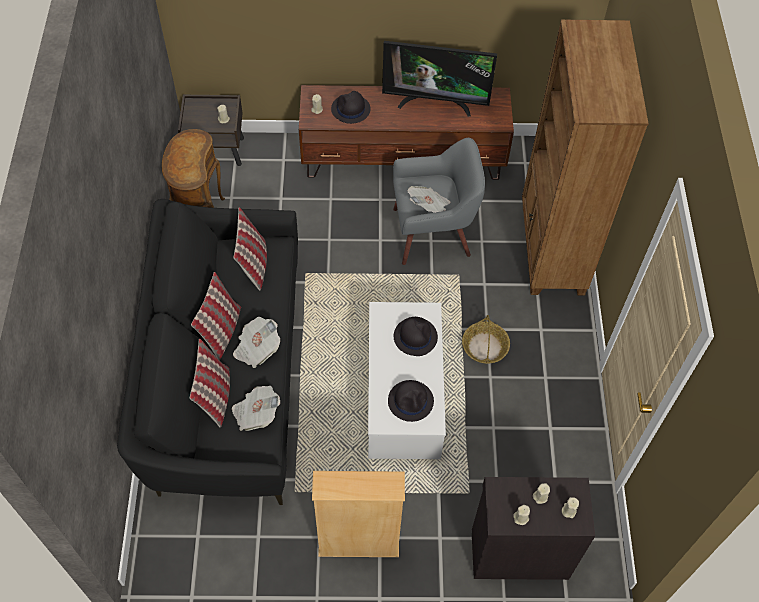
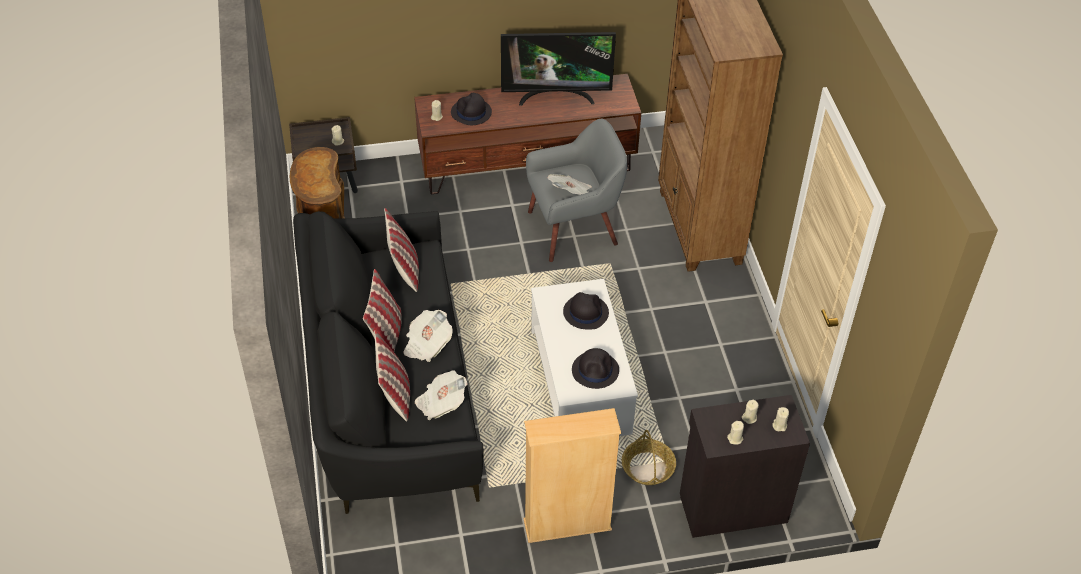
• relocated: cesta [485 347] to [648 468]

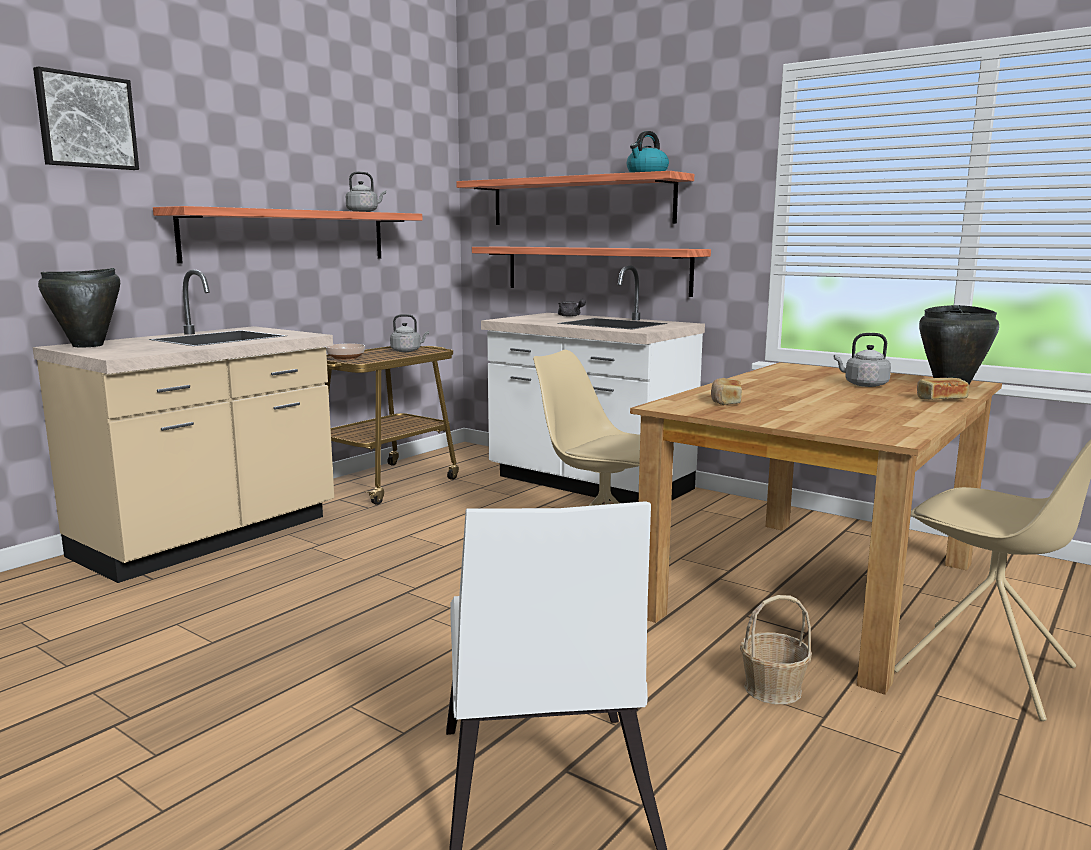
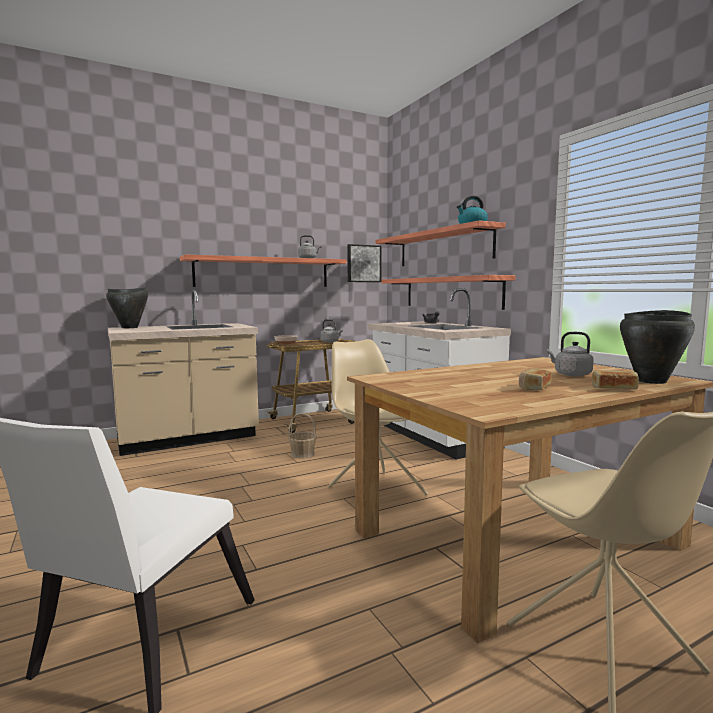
• relocated: cuadro [86 121] to [363 263]
• relocated: pan [725 401] to [533 388]
• relocated: cesta [772 689] to [302 454]

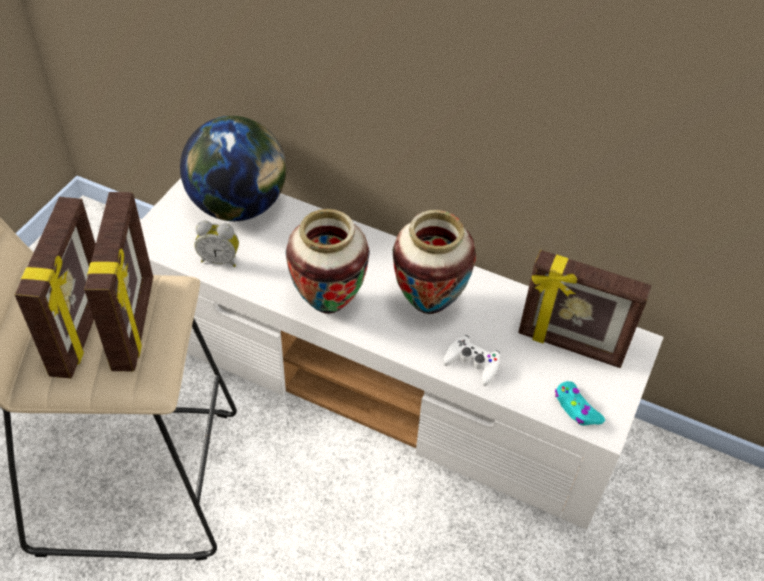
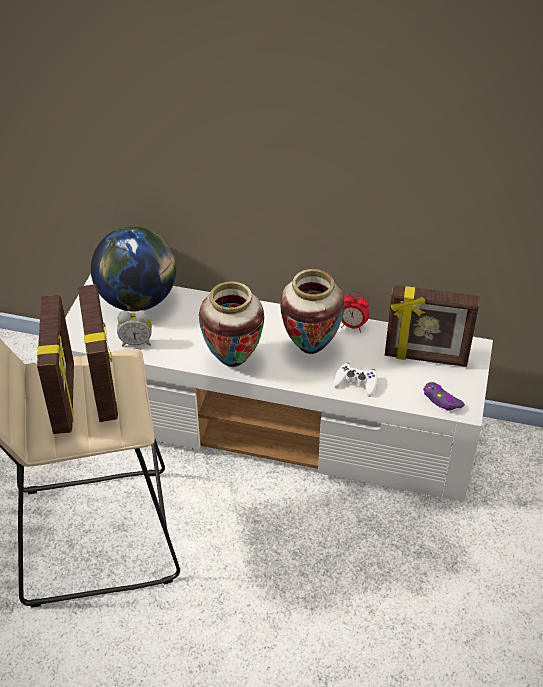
• colour: mando de consola [turquesa] [576 408] to mando de consola [morado] [441 400]
• appeared: despertador [352 326]

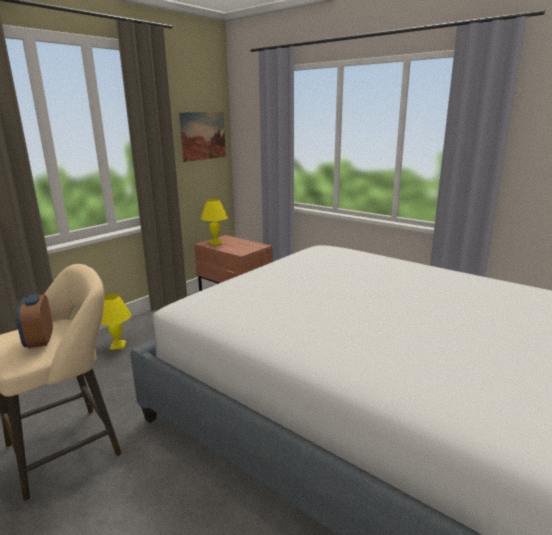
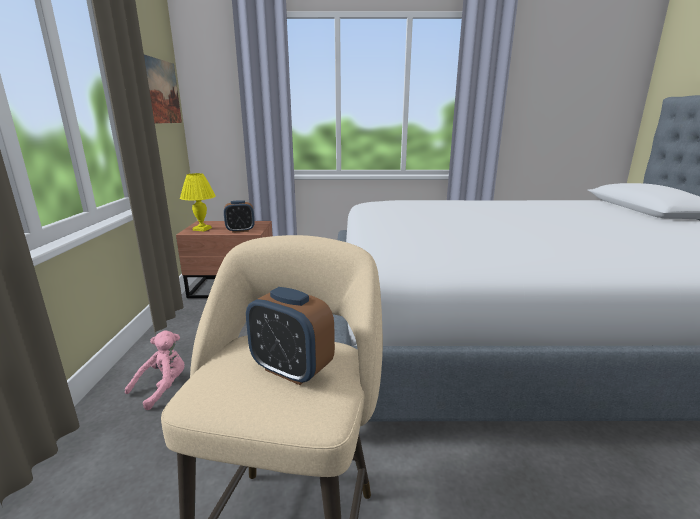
• exchanged: lámpara de mesa [amarillo] [118 346] to peluche [rosa] [163 387]
• appeared: despertador [240 230]

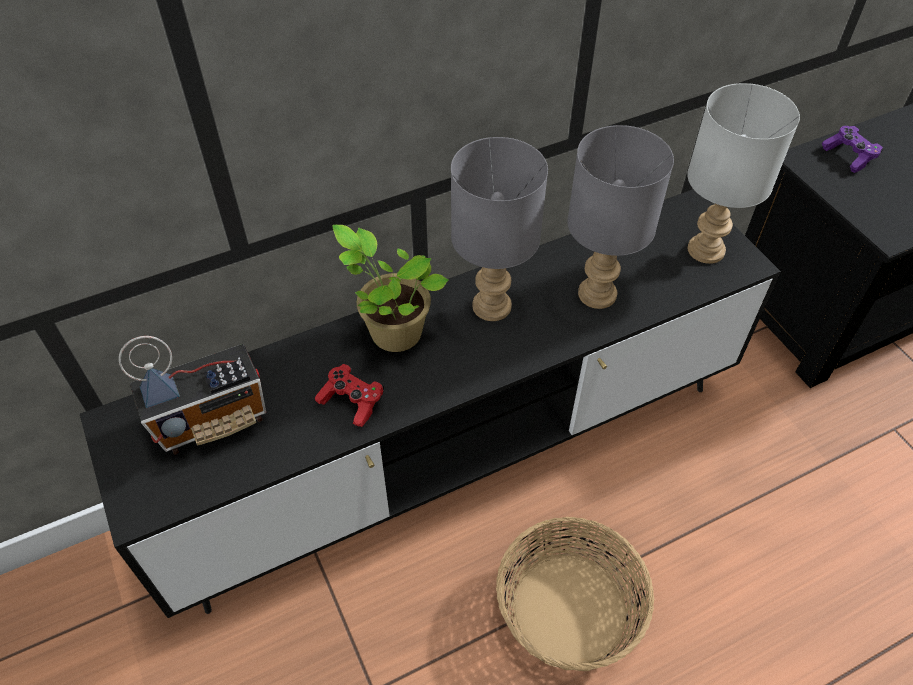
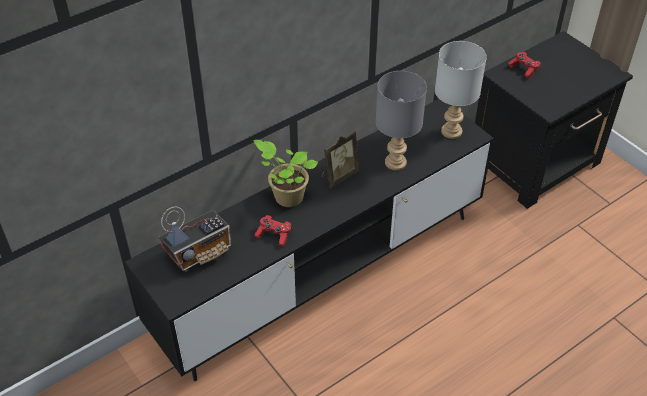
• exchanged: lámpara de mesa [gris] [492 305] to portarretratos [338 176]
• missing: cesta [570 608]
• colour: mando de consola [morado] [849 156] to mando de consola [rojo] [524 69]

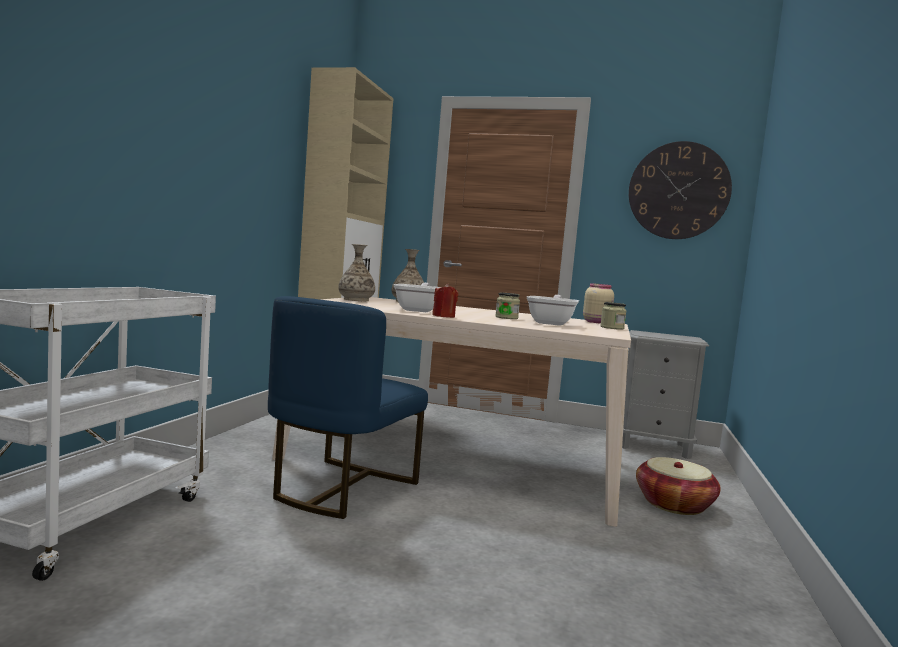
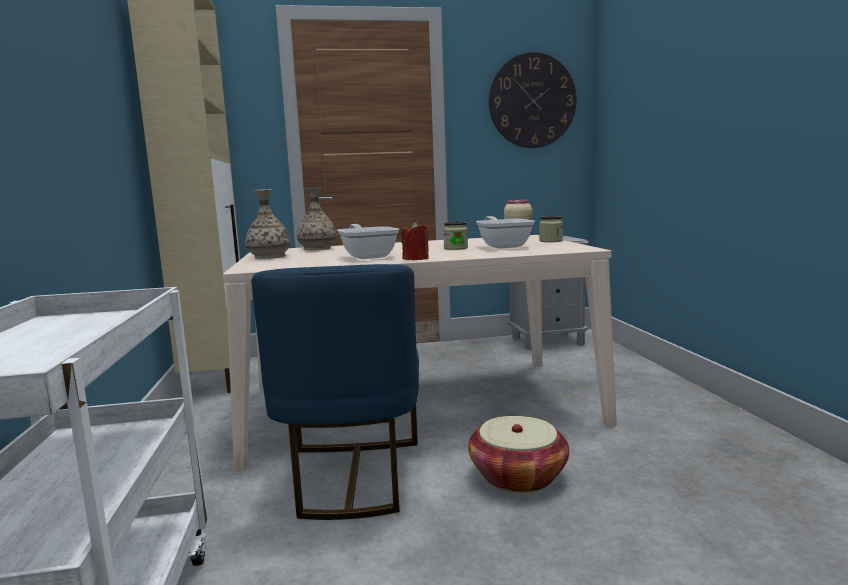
• relocated: cesta [674 504] to [518 476]

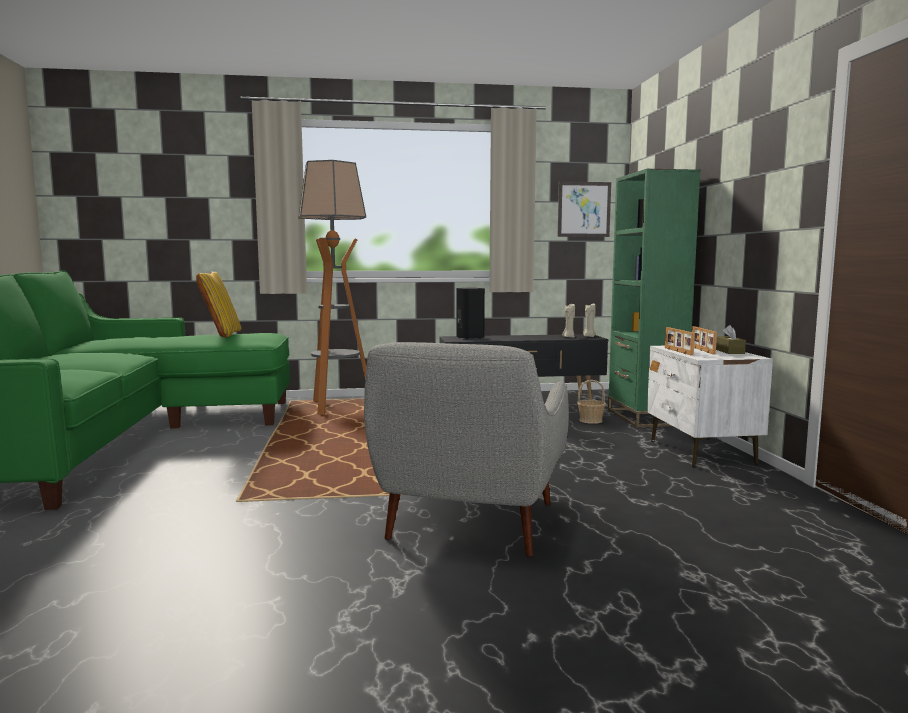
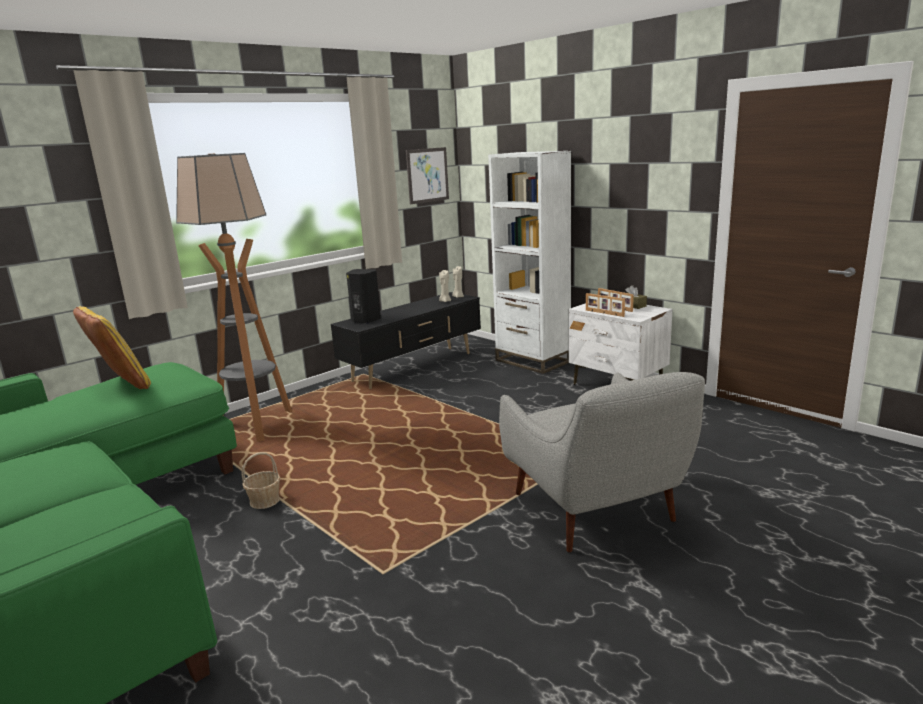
• relocated: cesta [591 420] to [265 501]
• colour: estantería [verde] [645 417] to estantería [blanco] [532 361]

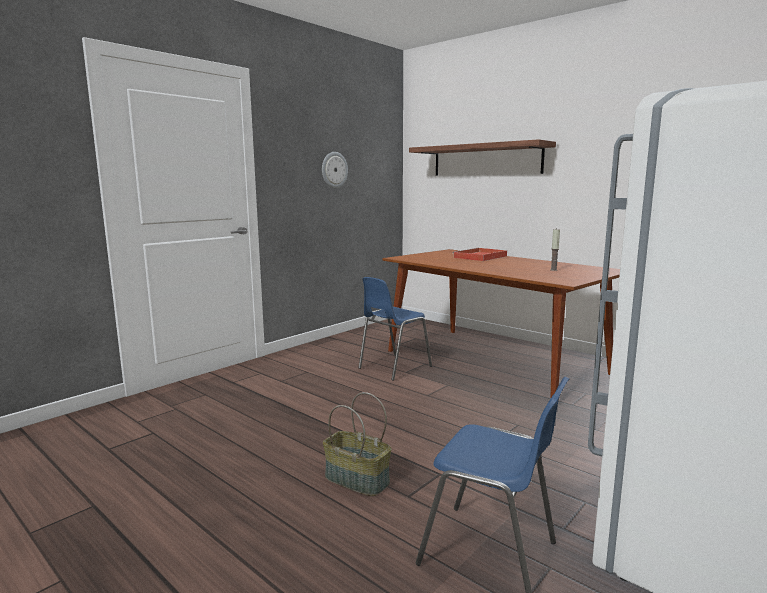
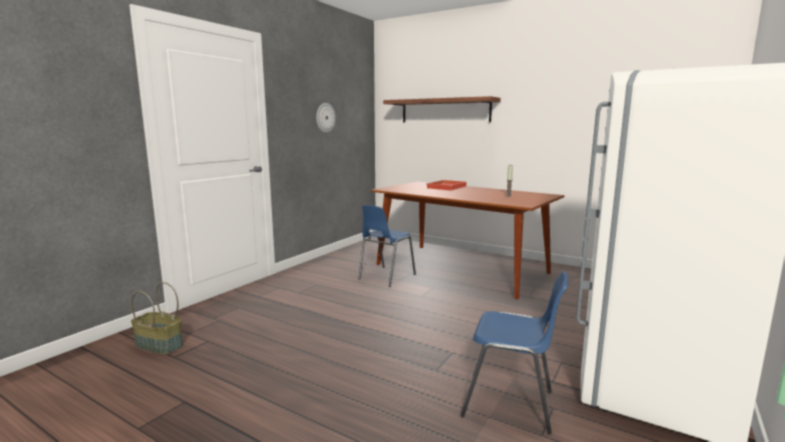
• relocated: cesta [356 480] to [158 346]

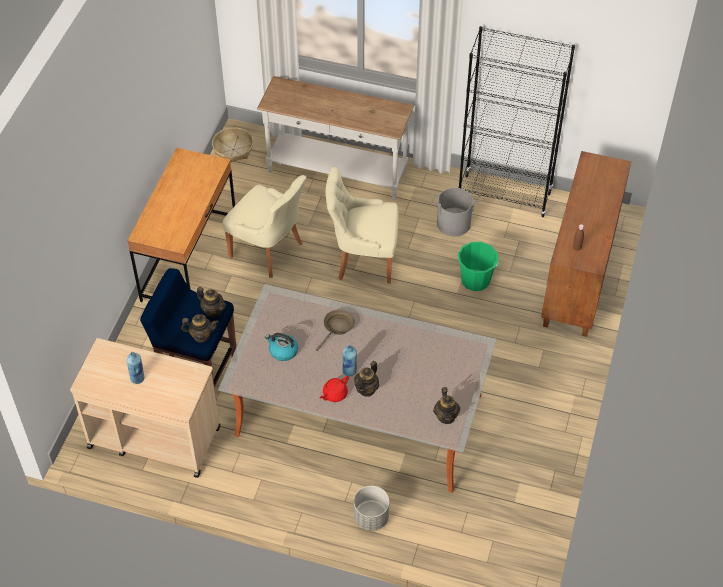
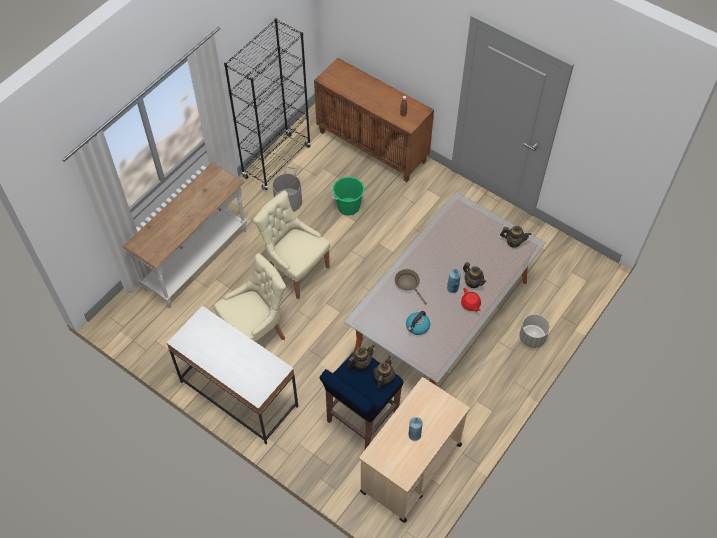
• colour: escritorio [marrón] [190 261] to escritorio [blanco] [239 394]
• missing: cesta [233 149]
• spun: silla [beis] [363 259] = [295 270] 105 degrees clockwise

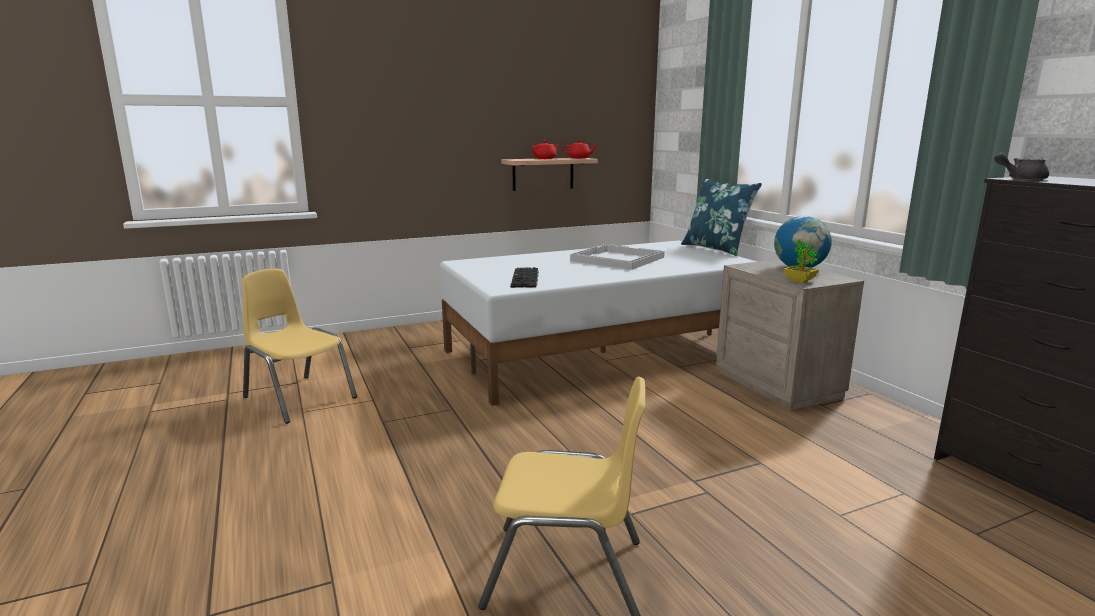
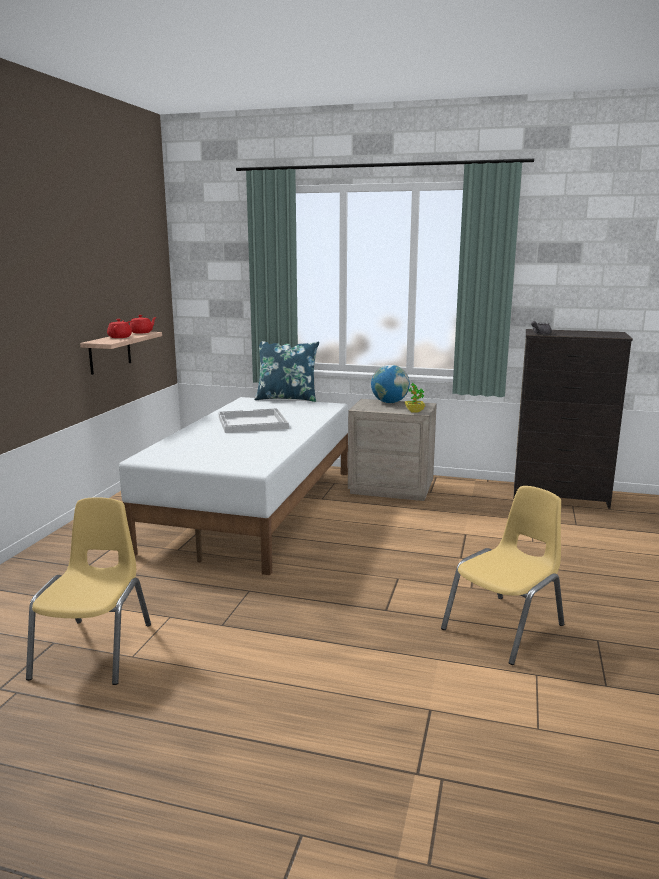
• spun: silla [amarillo] [299 398] = [95 650] 105 degrees clockwise
• missing: teclado [526 278]

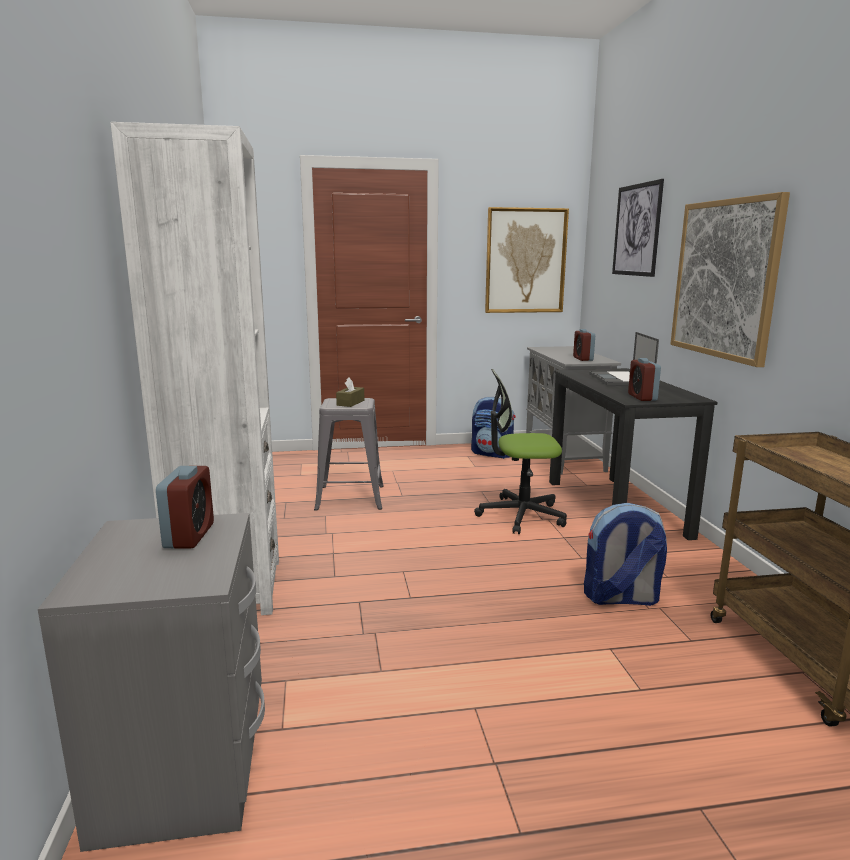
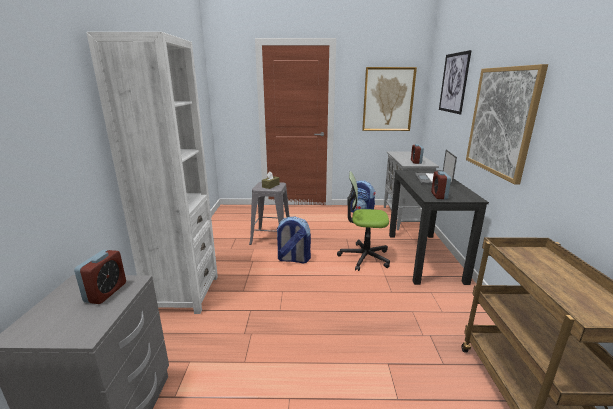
• relocated: mochila [620 598] to [293 259]

